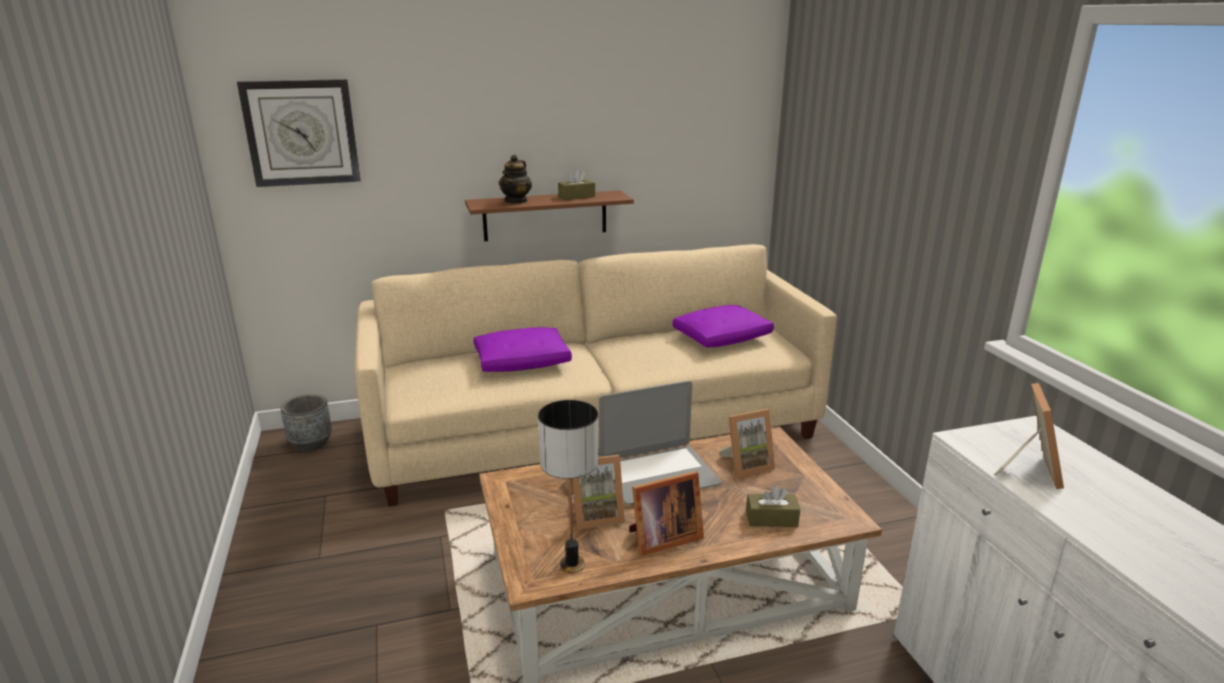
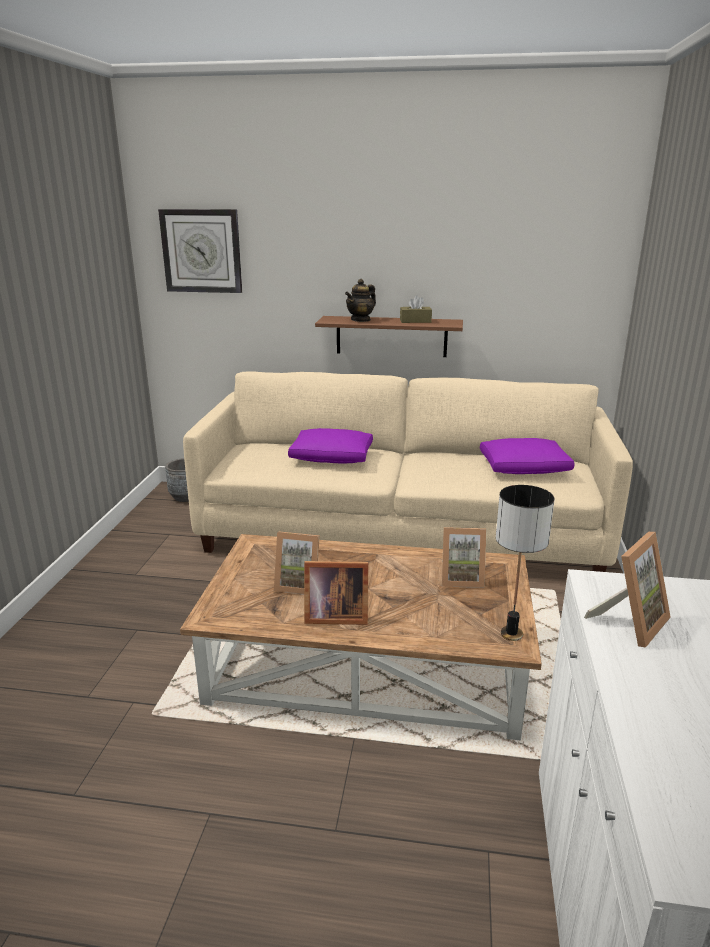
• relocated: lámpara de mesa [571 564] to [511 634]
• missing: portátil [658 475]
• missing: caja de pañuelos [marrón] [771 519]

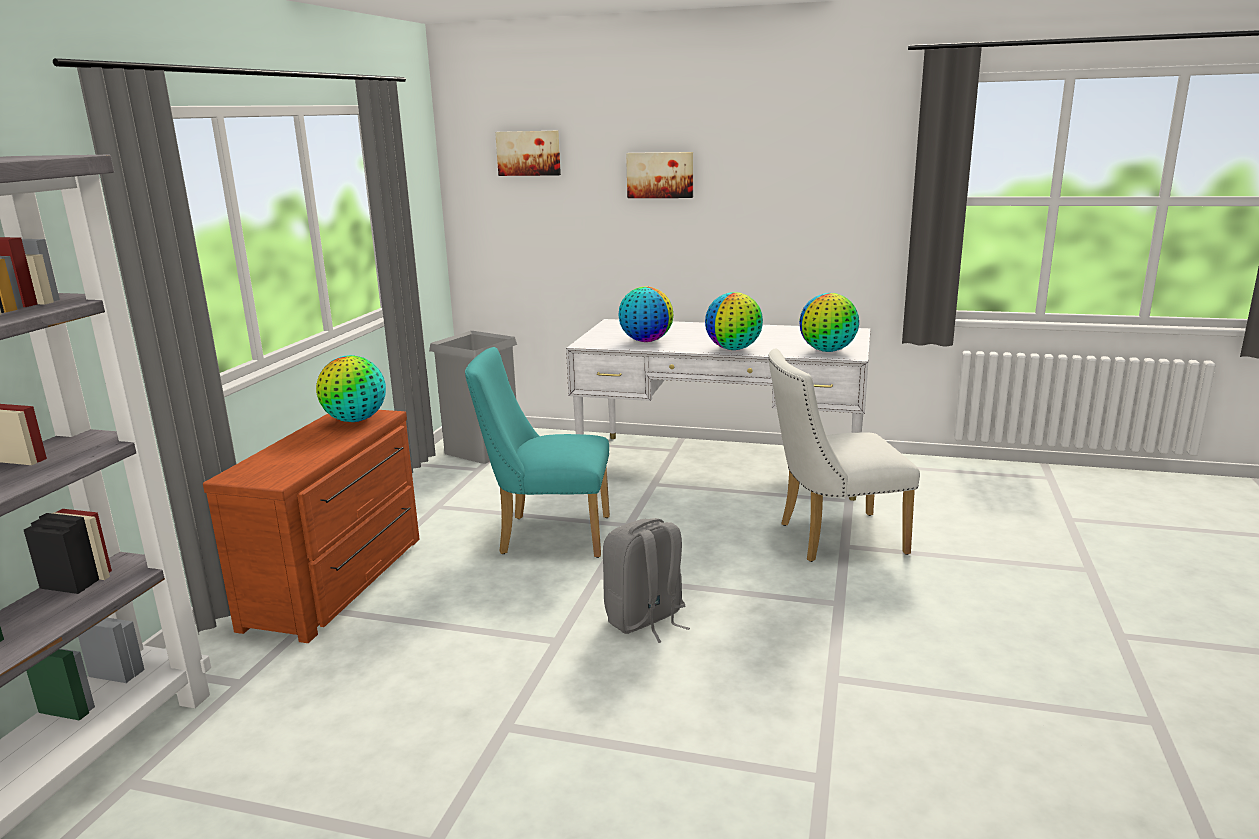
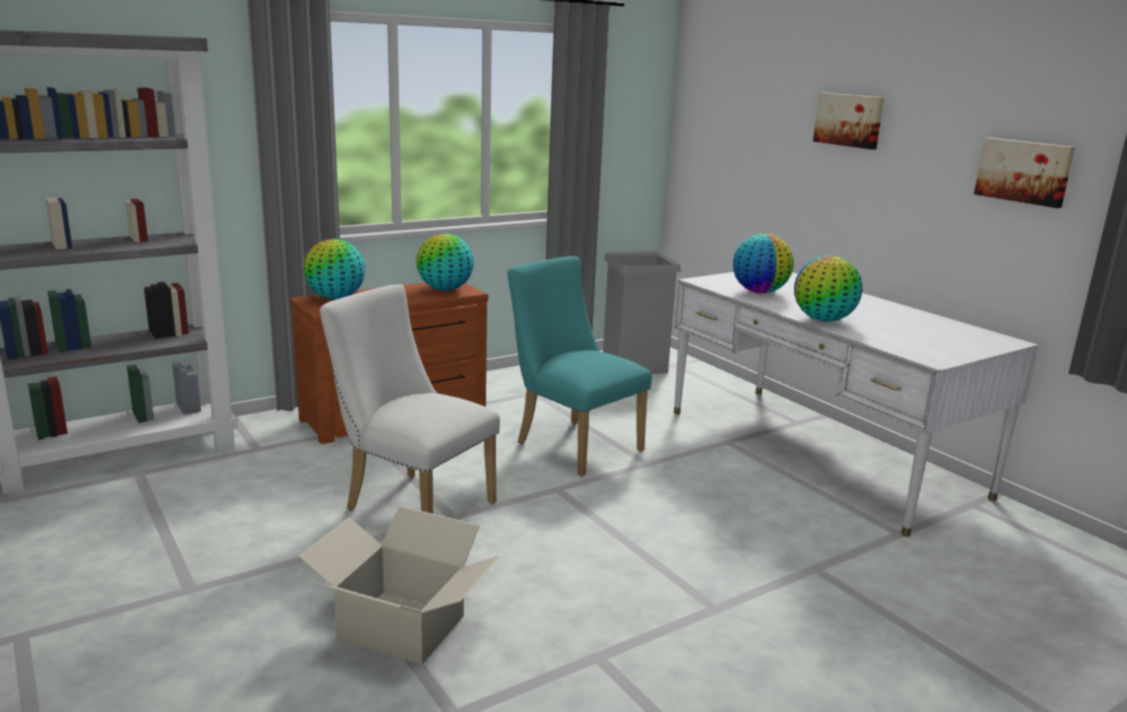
• relocated: cuadro [529 153] to [1024 171]
• missing: mochila [gris] [646 620]
• relocated: silla [blanco] [832 539] to [412 504]
• relocated: globo terráqueo [828 351] to [336 298]
• appeared: caja de cartón [401 627]

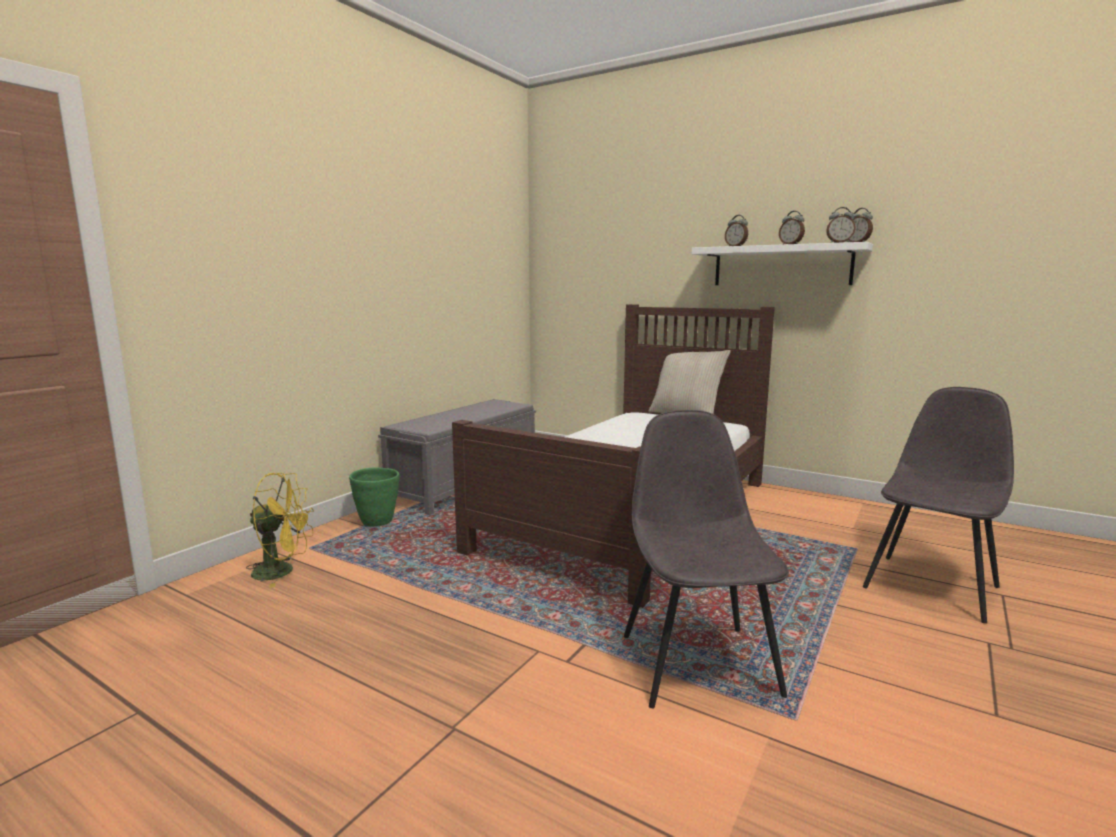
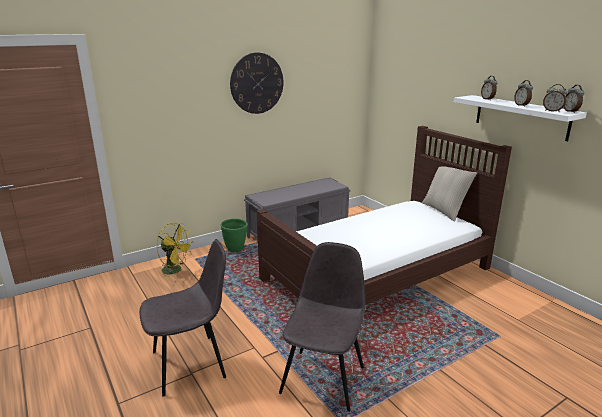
• relocated: silla [gris] [932 586] to [191 364]
• appeared: reloj de pared [257 83]

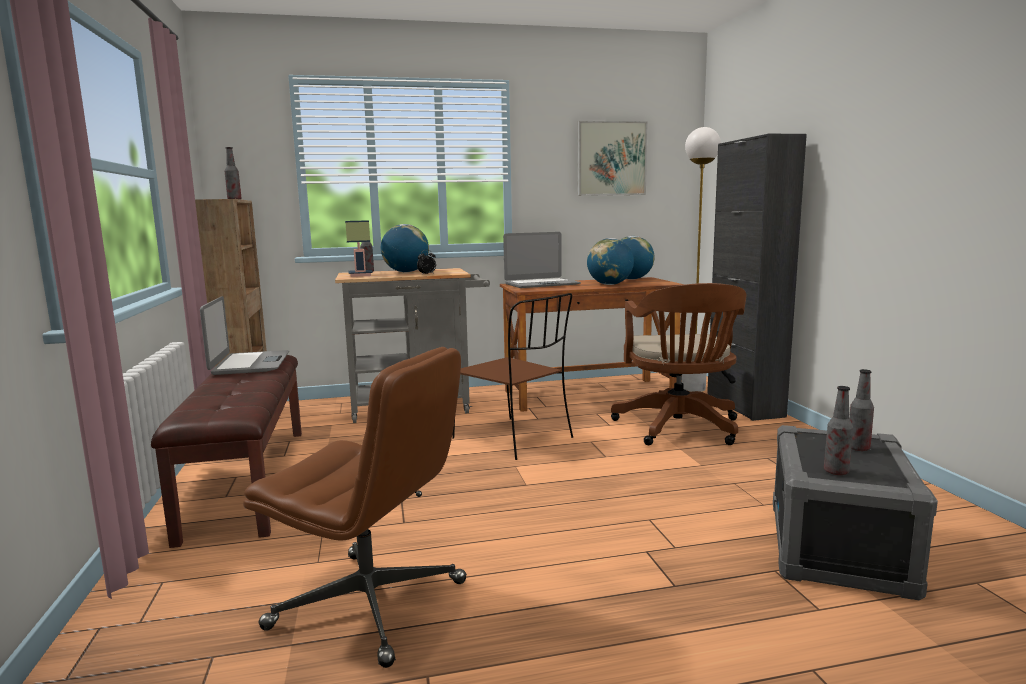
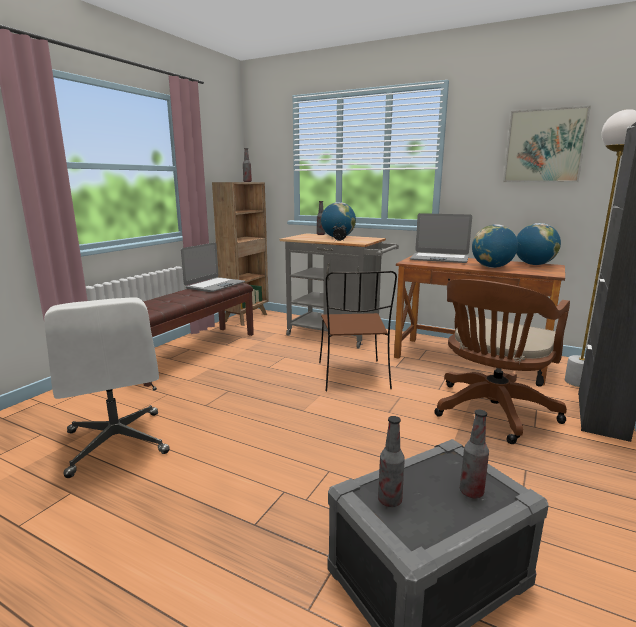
• colour: silla de oficina [marrón] [371 605] to silla de oficina [blanco] [117 443]
• missing: lámpara de mesa [362 275]

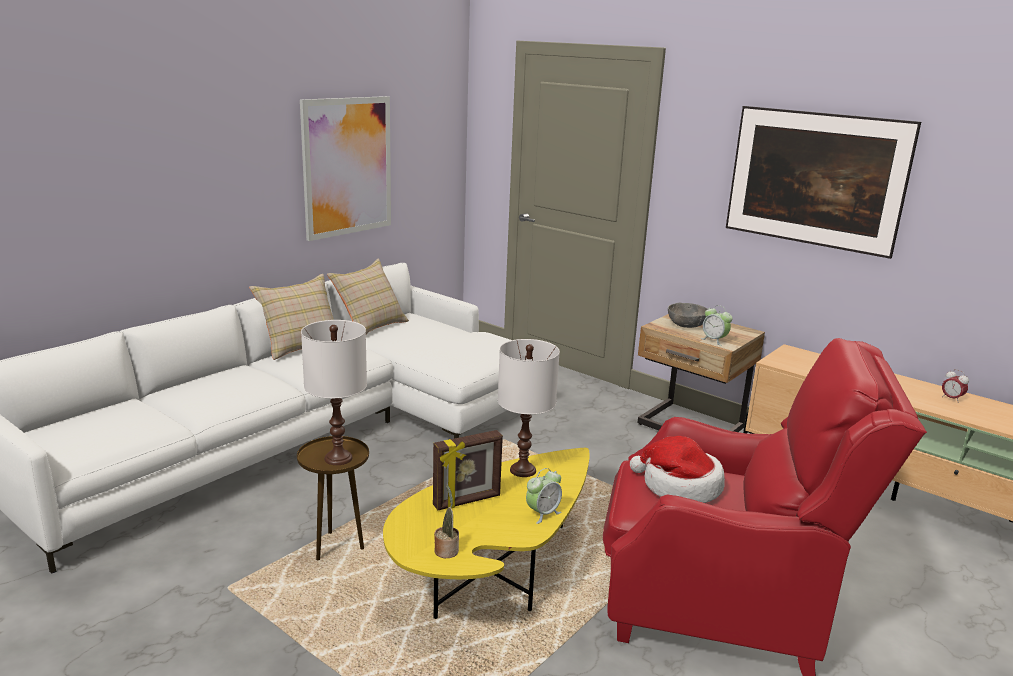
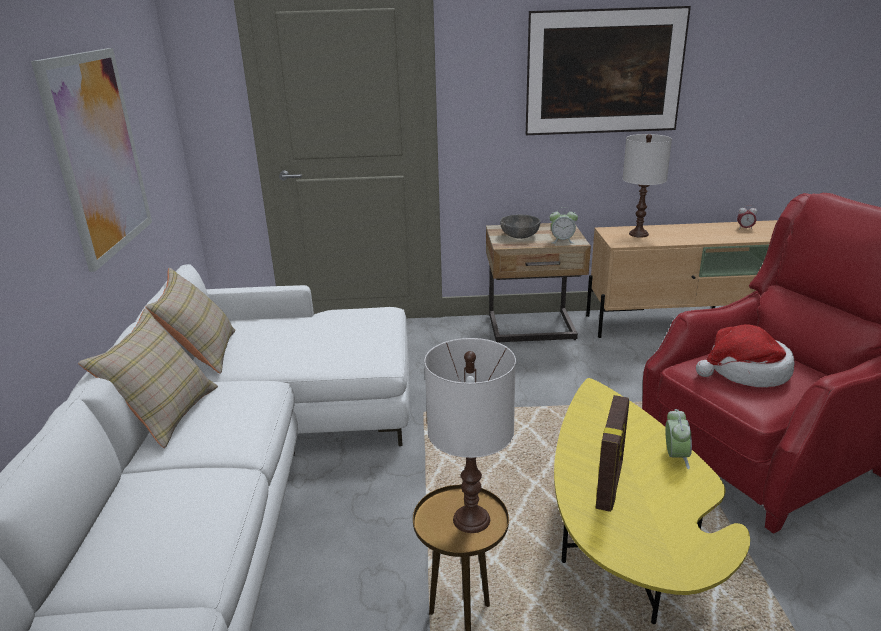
• missing: planta en maceta [446 550]
• relocated: lámpara de mesa [blanco] [522 470] to [638 234]

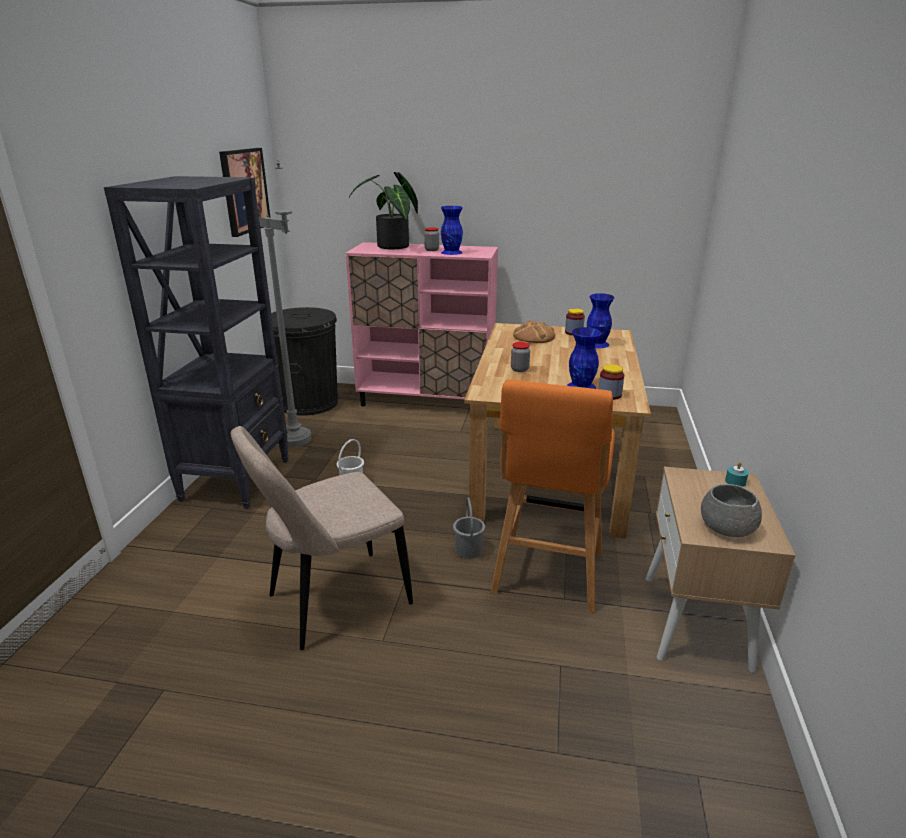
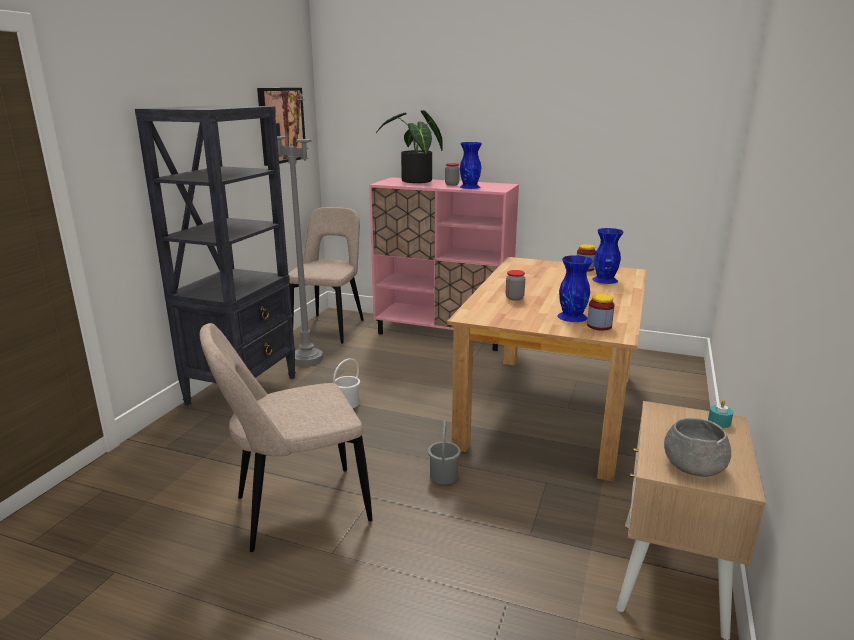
• exchanged: papelera [negro] [309 403] to silla [beis] [330 328]
• missing: taburete [naranja] [547 575]
• missing: pan [534 336]

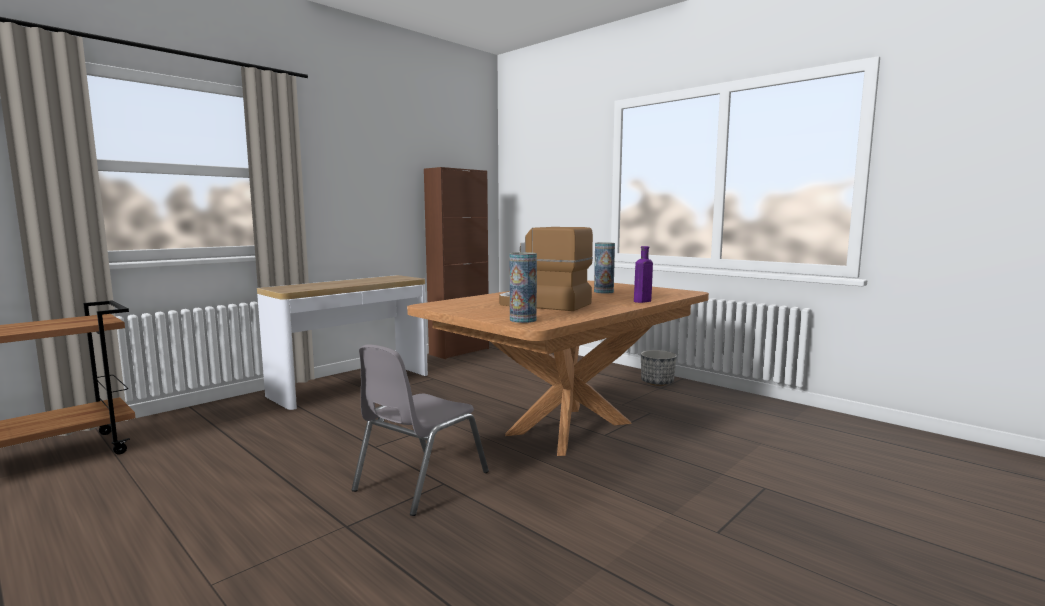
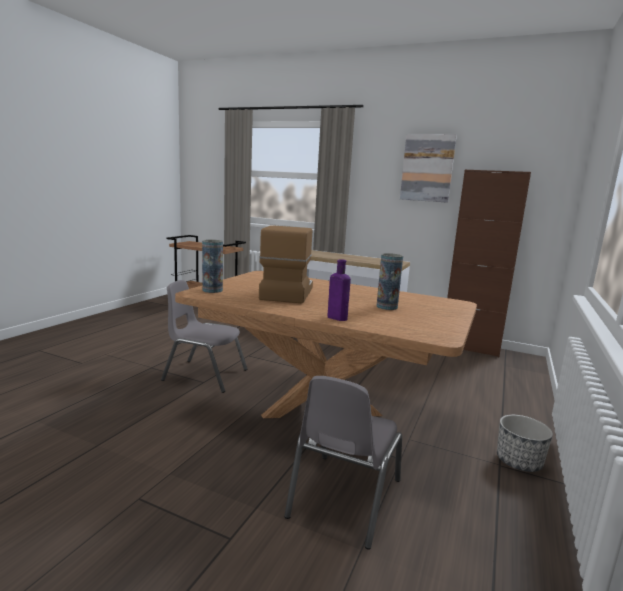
• appeared: silla [gris] [343 498]
• appeared: cuadro [427 168]

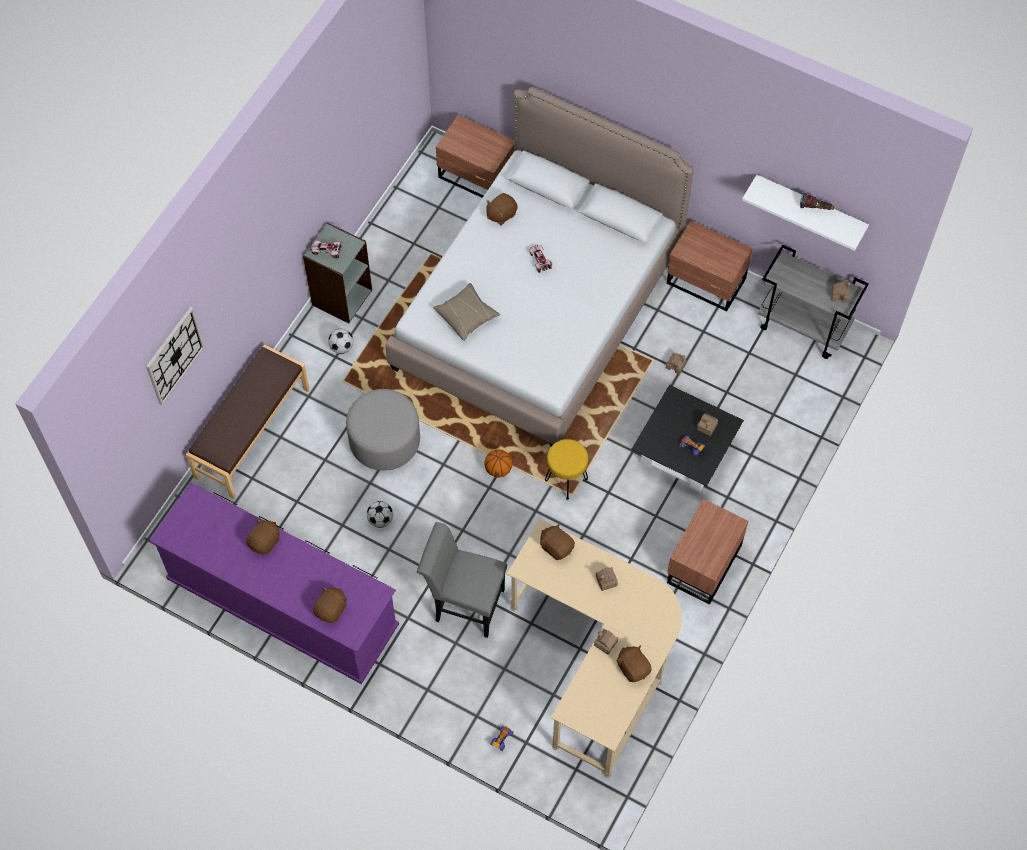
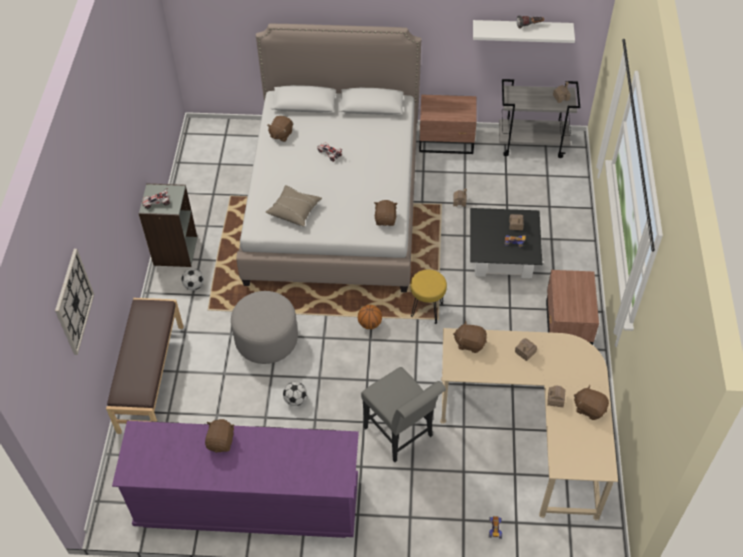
• relocated: peluche [marrón] [331 609] to [385 219]
• spun: silla [gris] [464 603] = [401 435] 120 degrees counterclockwise
• missing: mesita de noche [marrón] [477 177]

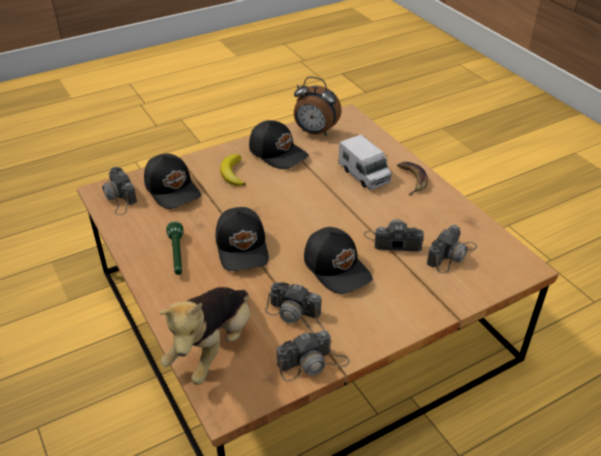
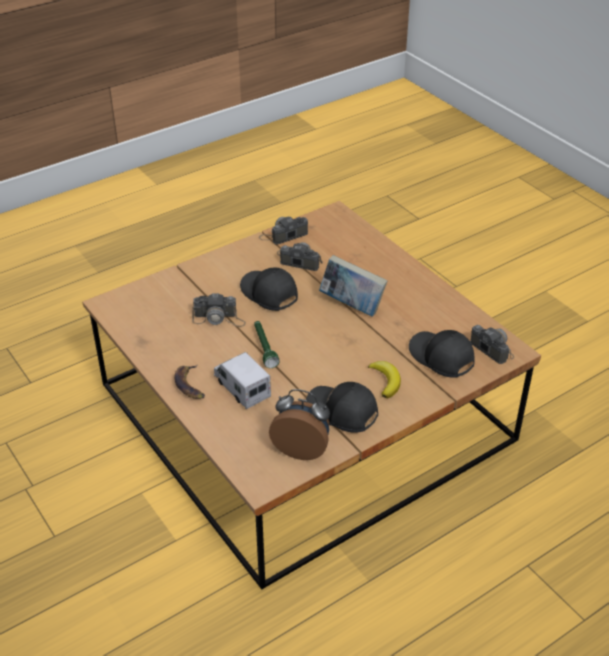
• missing: peluche [212 348]
• relocated: linterna [verde] [177 255] to [264 348]
• exchanged: gorra [negro] [243 247] to libro [352 305]
• missing: cámara [452 255]

